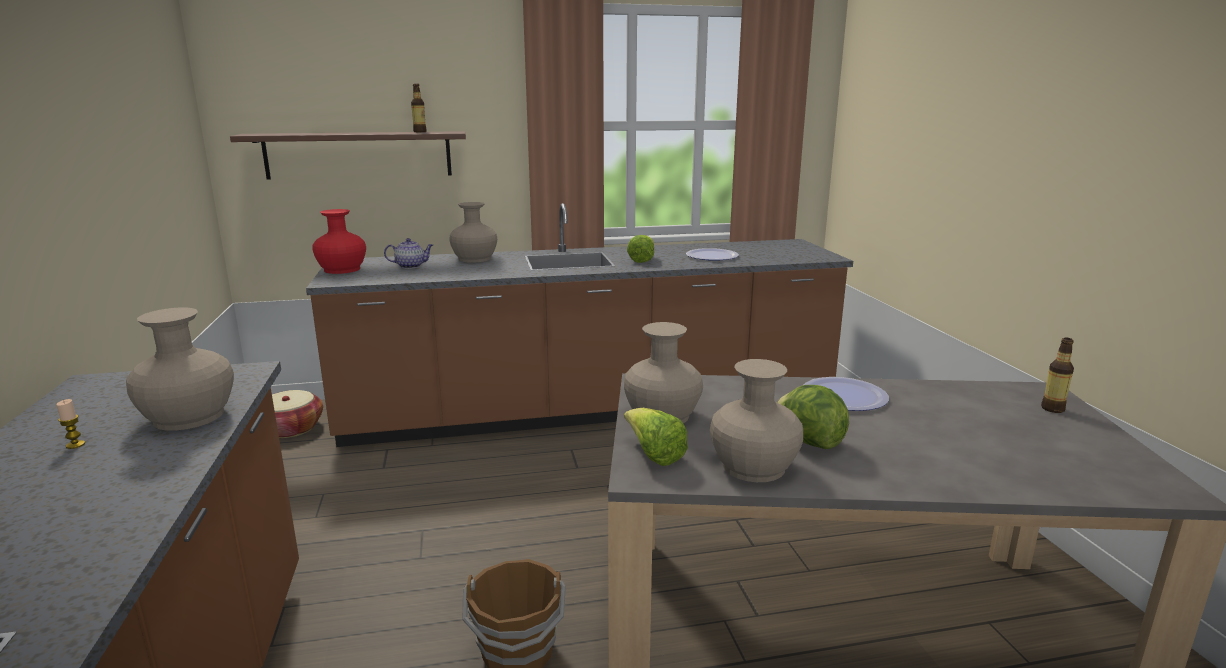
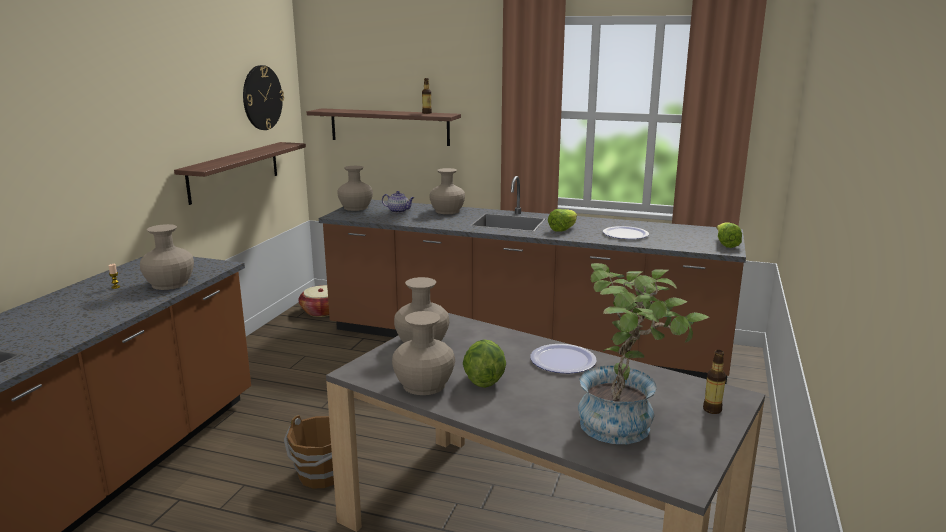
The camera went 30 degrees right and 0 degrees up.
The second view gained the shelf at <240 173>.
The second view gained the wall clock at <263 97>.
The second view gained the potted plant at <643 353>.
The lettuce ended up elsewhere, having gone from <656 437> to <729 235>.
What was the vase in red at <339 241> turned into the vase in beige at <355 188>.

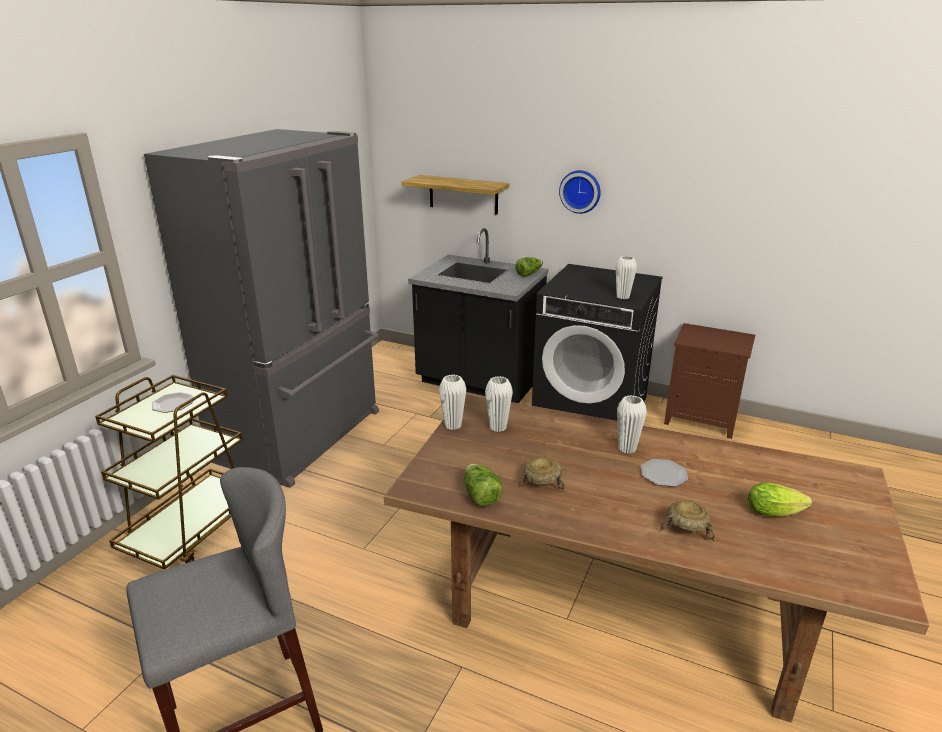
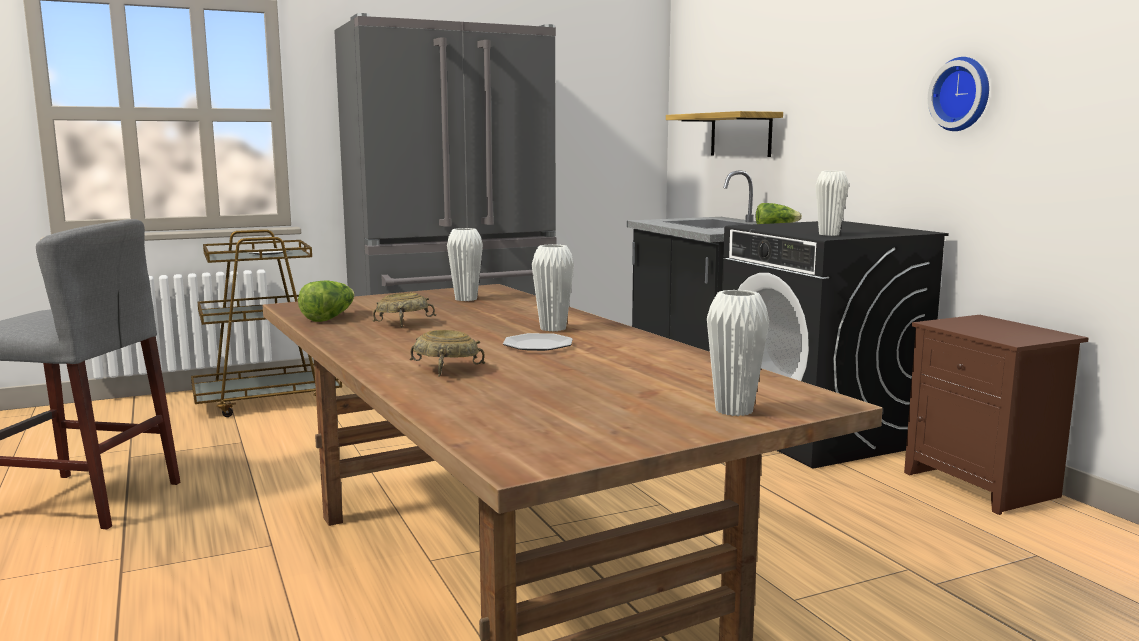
The camera went 40 degrees right and 15 degrees down.
The second view lost the lettuce at <780 499>.
The vase in white ended up elsewhere, having gone from <452 402> to <738 353>.
The wall clock ended up elsewhere, having gone from <580 192> to <958 94>.

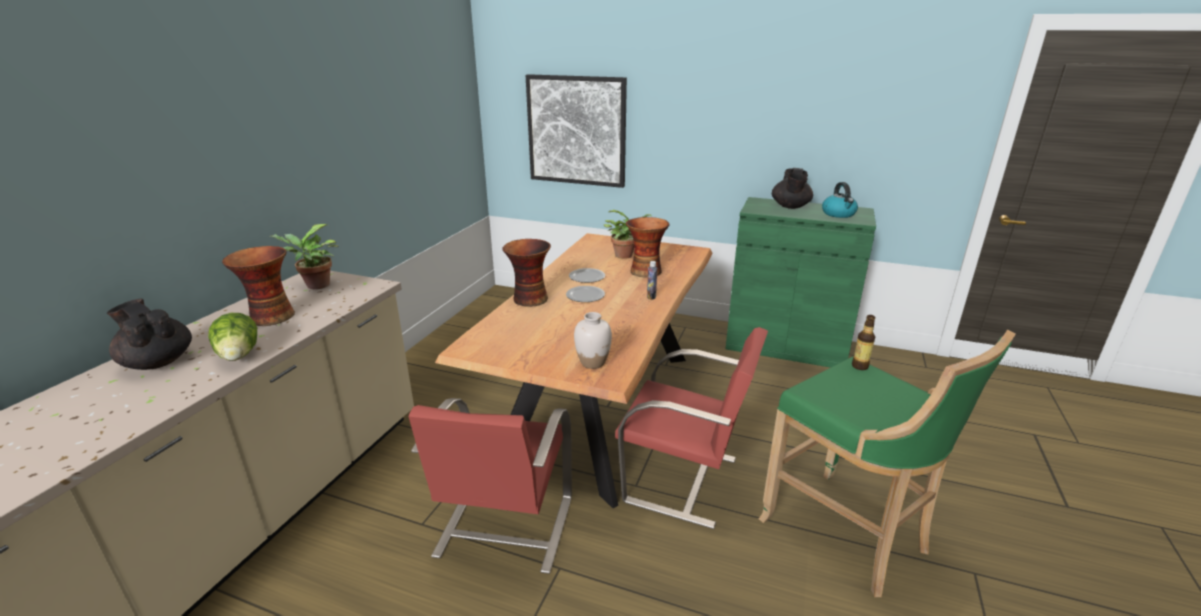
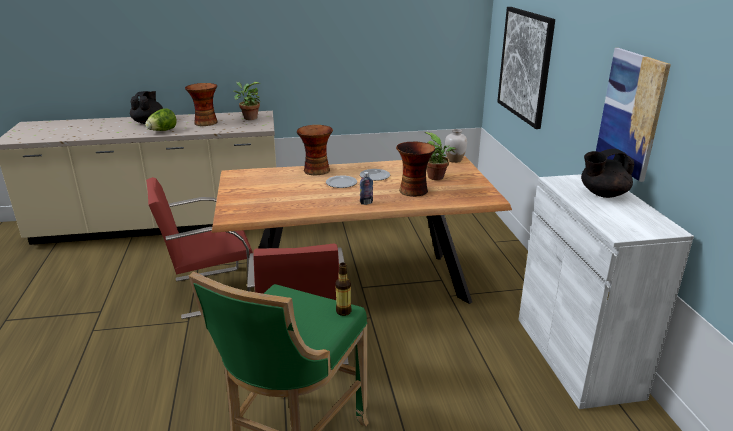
The camera went 60 degrees right and 0 degrees up.
The second view lost the kettle at <840 200>.
The second view gained the picture at <633 115>.
The vase in white ended up elsewhere, having gone from <593 340> to <456 146>.
What was the cabinet in green at <800 282> turned into the cabinet in white at <606 291>.

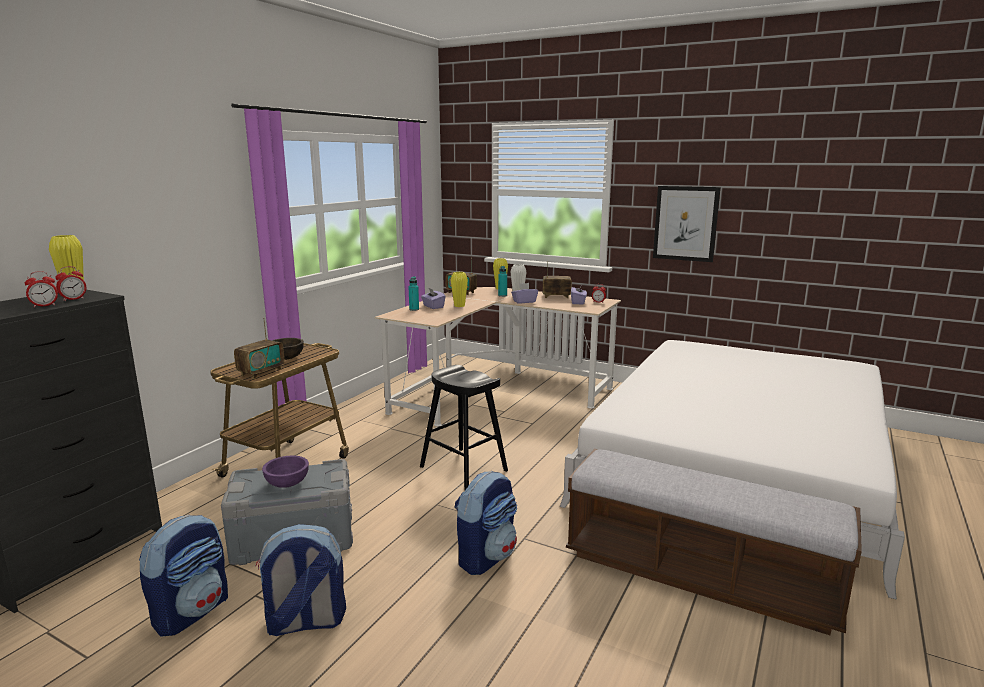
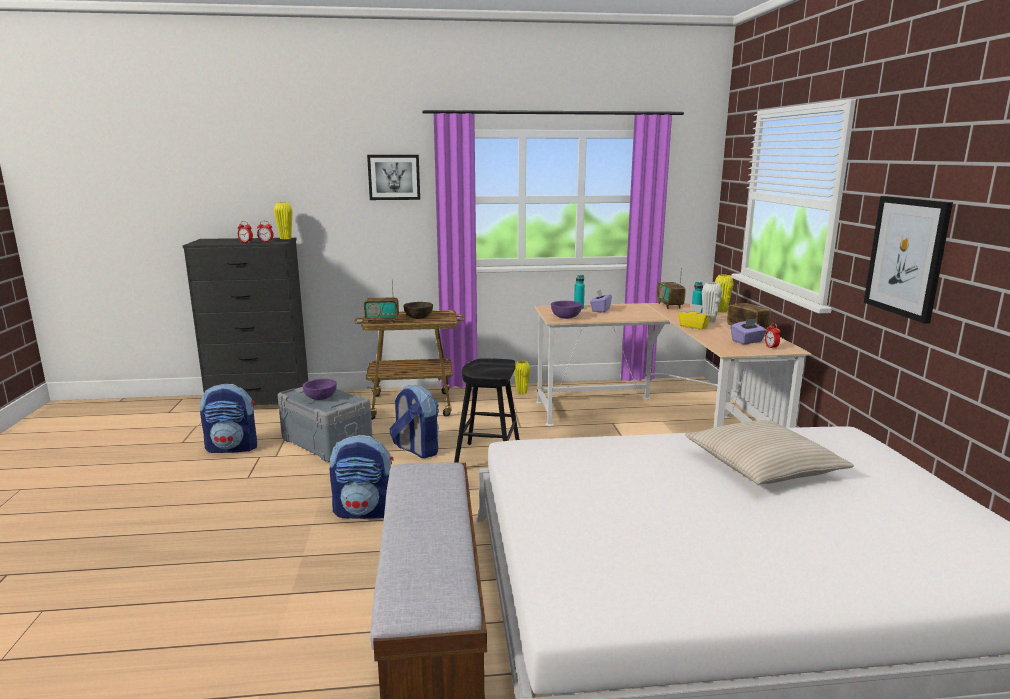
The camera went 55 degrees right and 0 degrees up.
The second view gained the picture at <393 177>.
The second view gained the bowl in purple at <566 310>.
The second view gained the pillow in beige at <769 452>.
The backpack ended up elsewhere, having gone from <300 580> to <414 421>.
The vase in yellow ended up elsewhere, having gone from <459 289> to <522 377>.
What was the tissue box in purple at <524 293> turned into the tissue box in yellow at <694 317>.

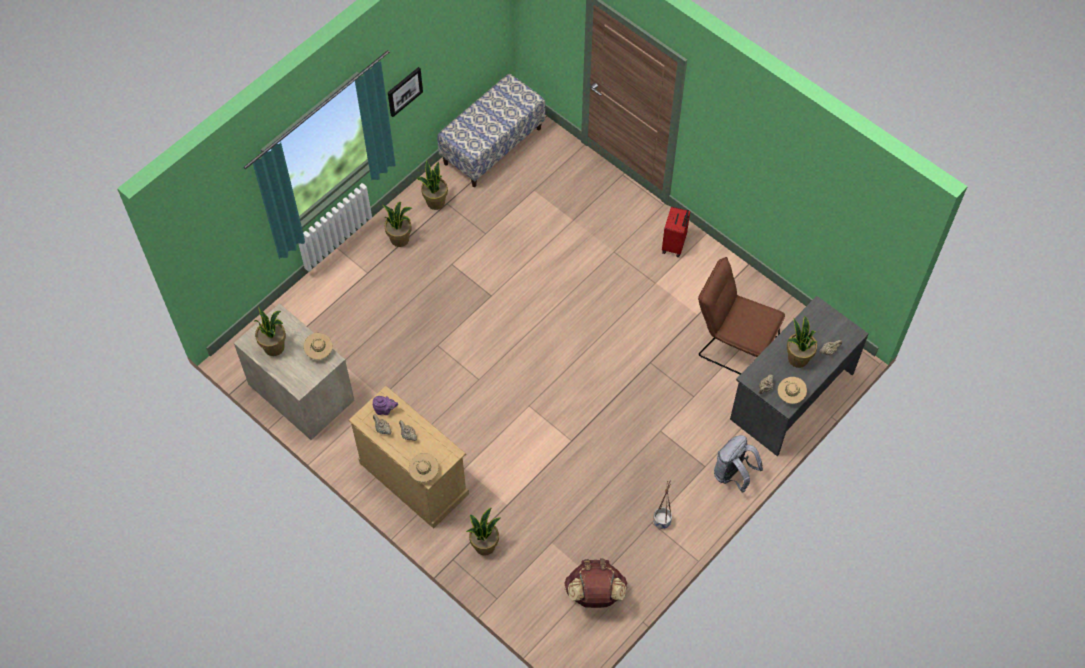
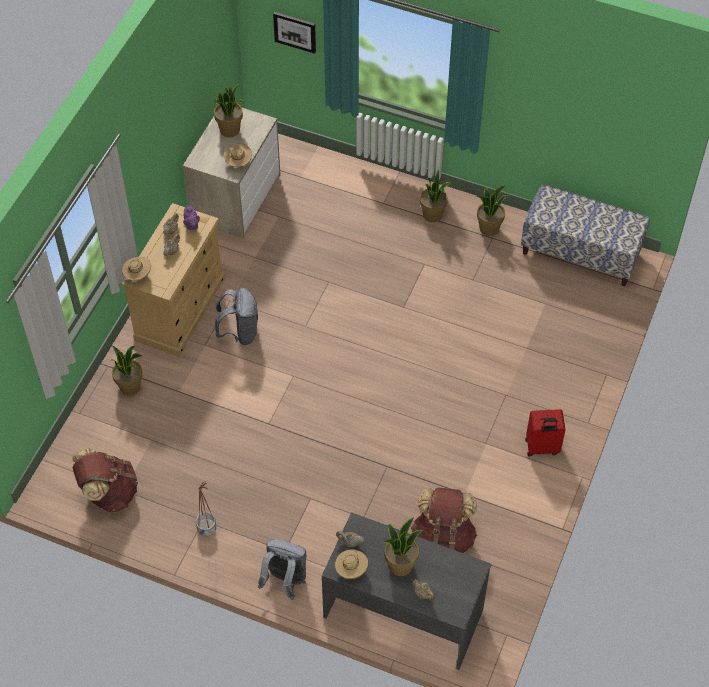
The camera went 70 degrees right and 5 degrees down.
The second view gained the backpack in grey at <236 316>.
The picture ended up elsewhere, having gone from <405 92> to <294 33>.
Where the chair in brown stood at <741 315>, the backpack in brown came to stand at <444 520>.

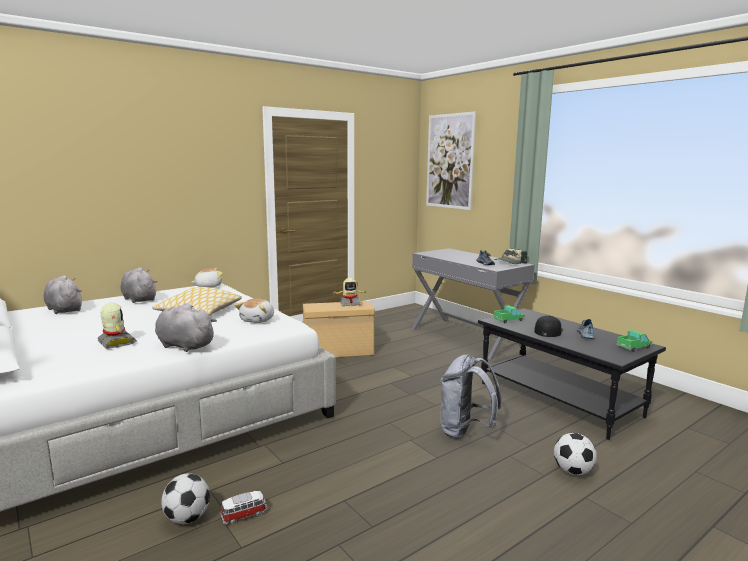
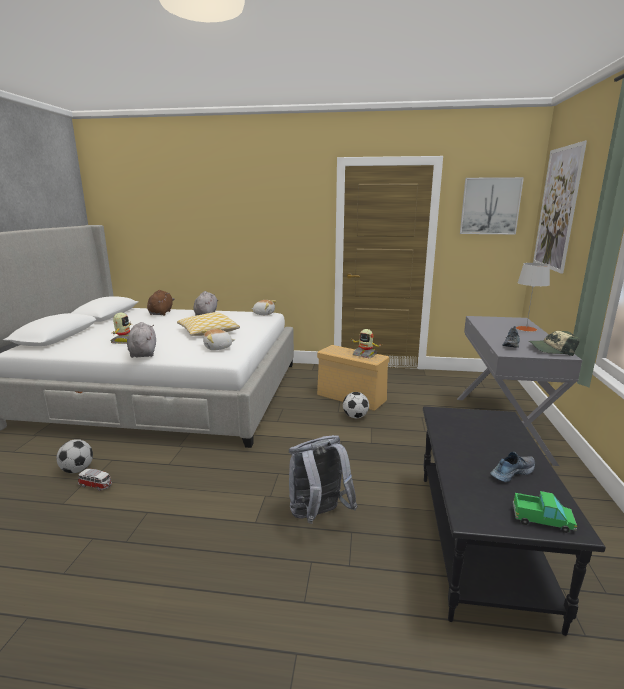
The camera went 45 degrees right and 5 degrees up.
The second view lost the toy truck at <509 314>.
The second view lost the cap in black at <548 326>.
The second view gained the picture at <492 205>.
The second view gained the table lamp in grey at <533 297>.
The football ended up elsewhere, having gone from <575 454> to <356 405>.
What was the plush toy in grey at <63 294> turned into the plush toy in brown at <160 303>.

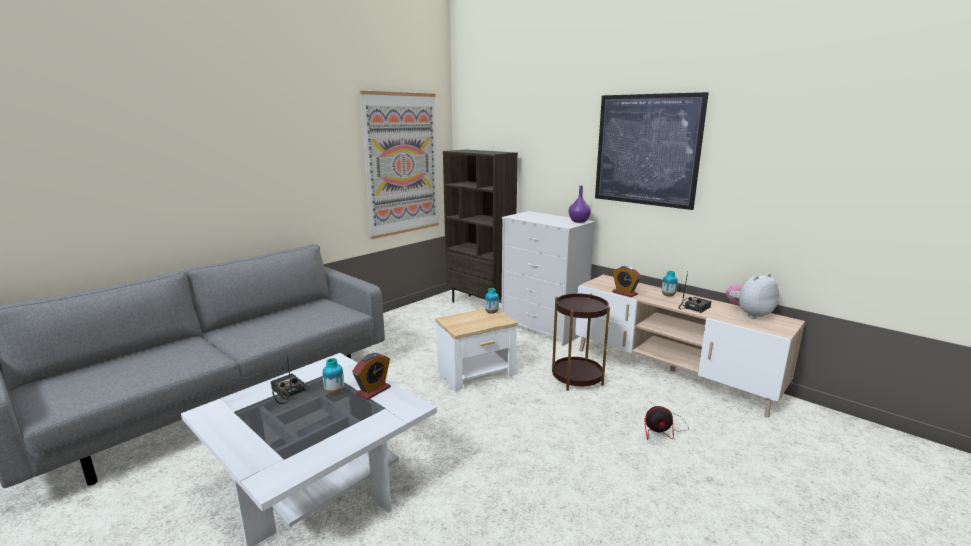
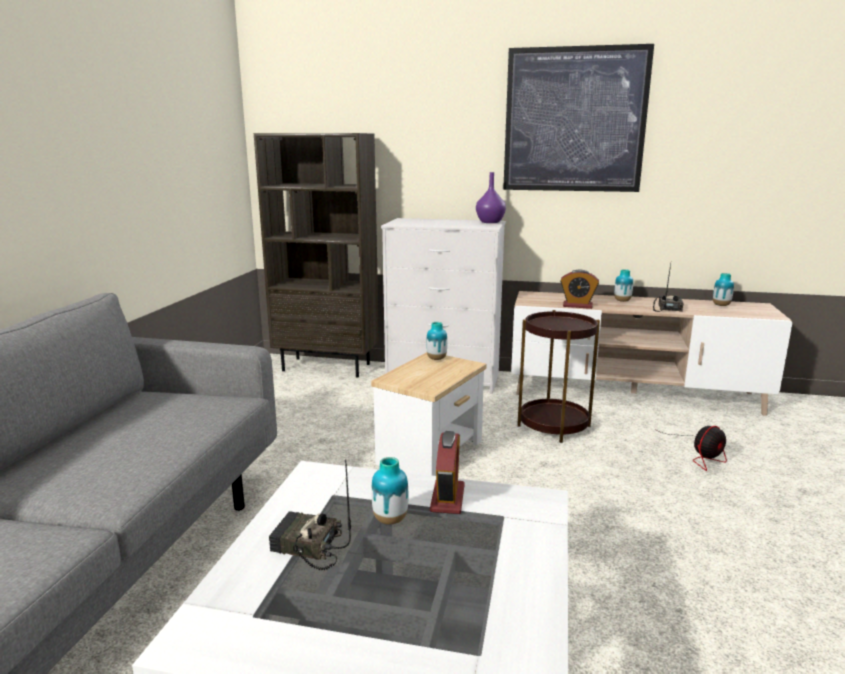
The camera went 30 degrees left and 0 degrees up.
The second view lost the picture at <399 165>.
Where the plush toy stood at <752 296>, the vase came to stand at <723 289>.

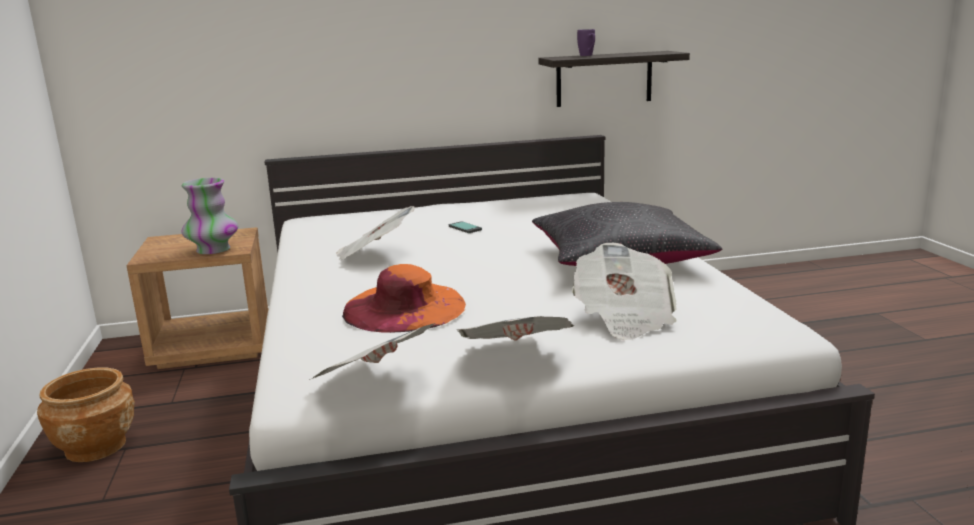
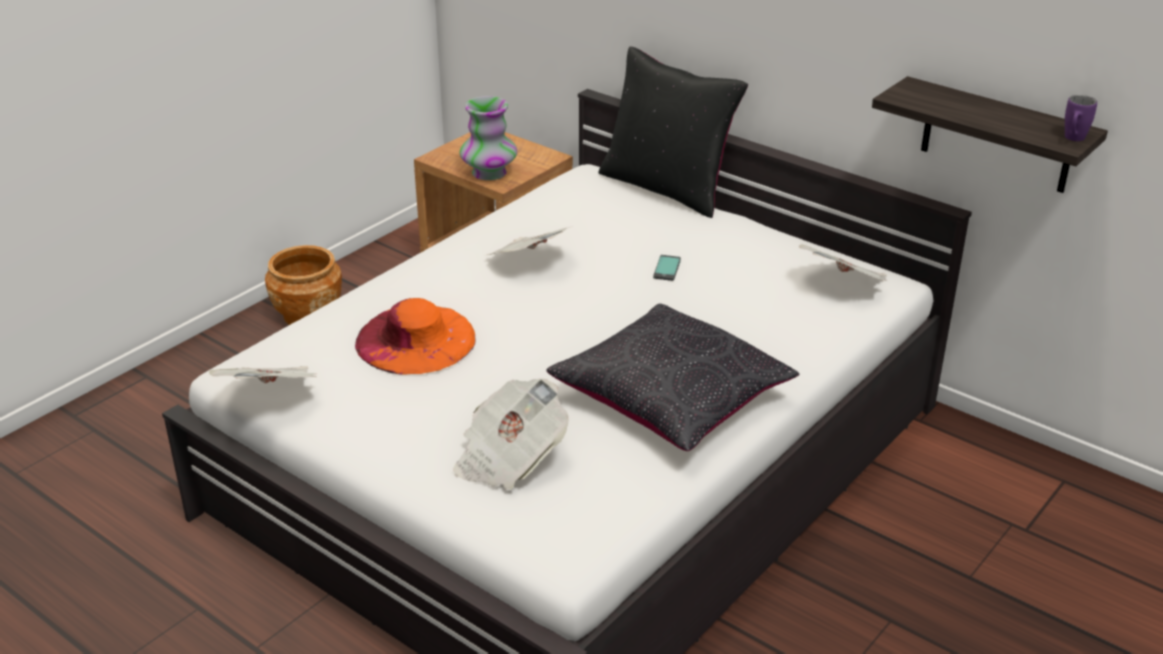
The camera went 50 degrees right and 15 degrees up.
The second view gained the pillow in black at <673 132>.
The newspaper ended up elsewhere, having gone from <515 328> to <843 263>.
The mug in purple ended up elsewhere, having gone from <586 42> to <1081 118>.

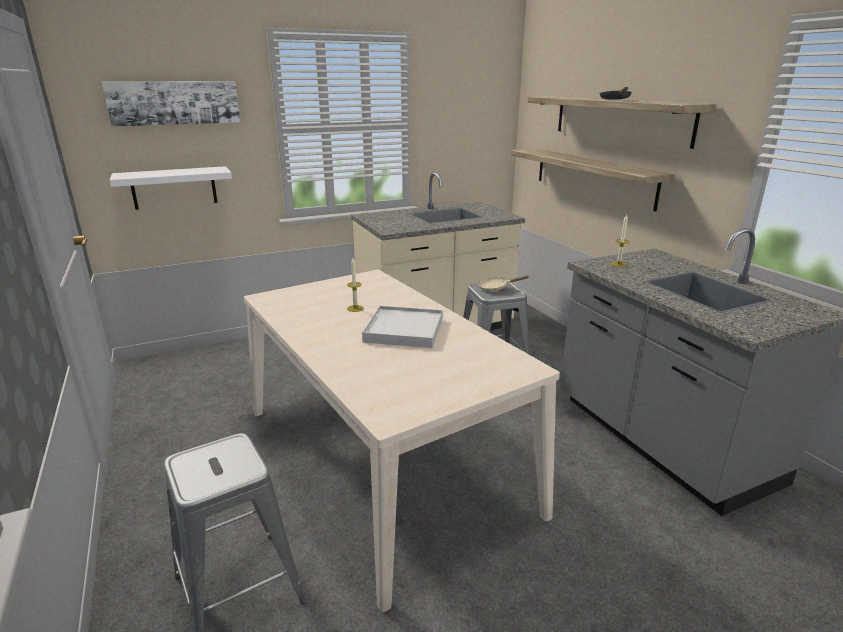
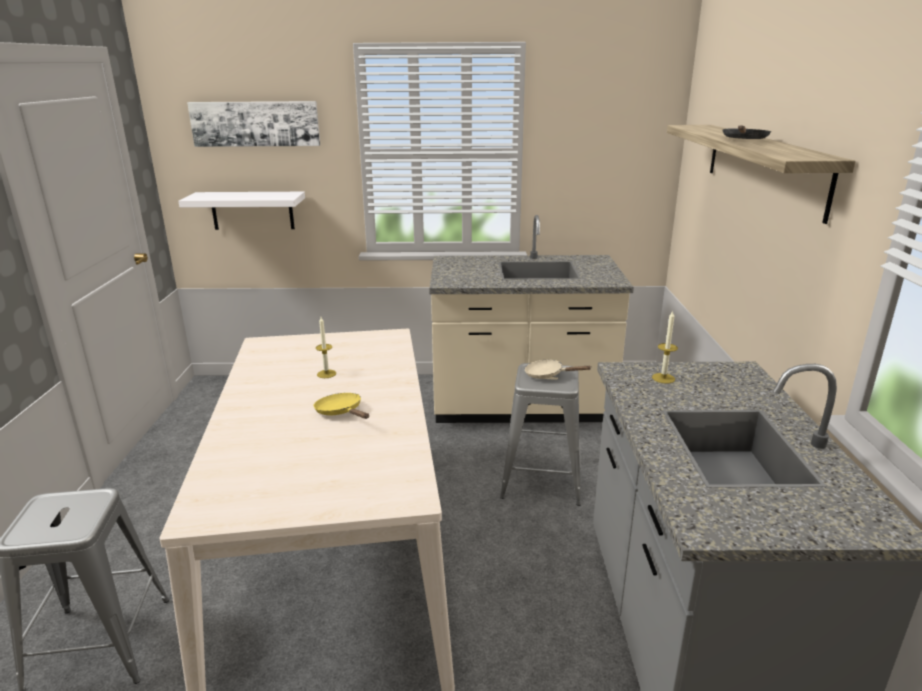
The camera went 25 degrees right and 0 degrees up.
The second view lost the shelf at <592 179>.
Where the tray in white stood at <402 327>, the frying pan in yellow came to stand at <341 406>.

